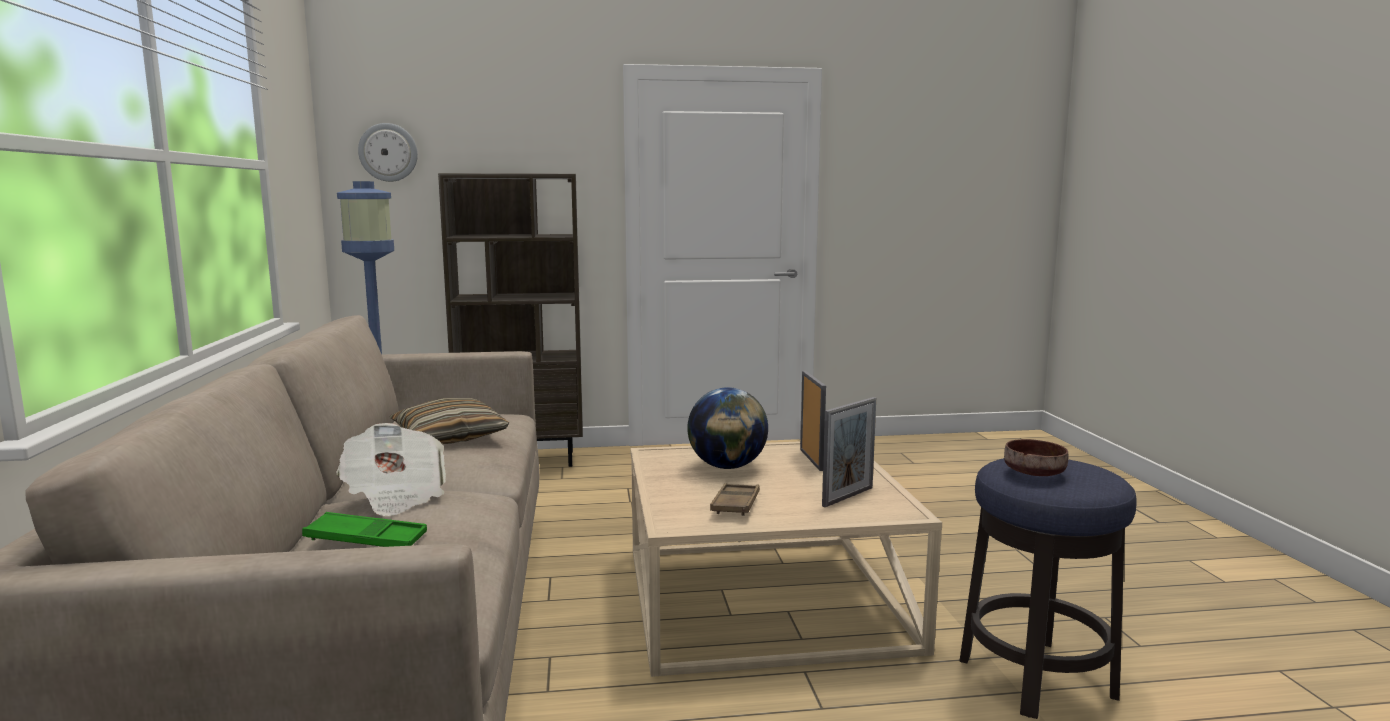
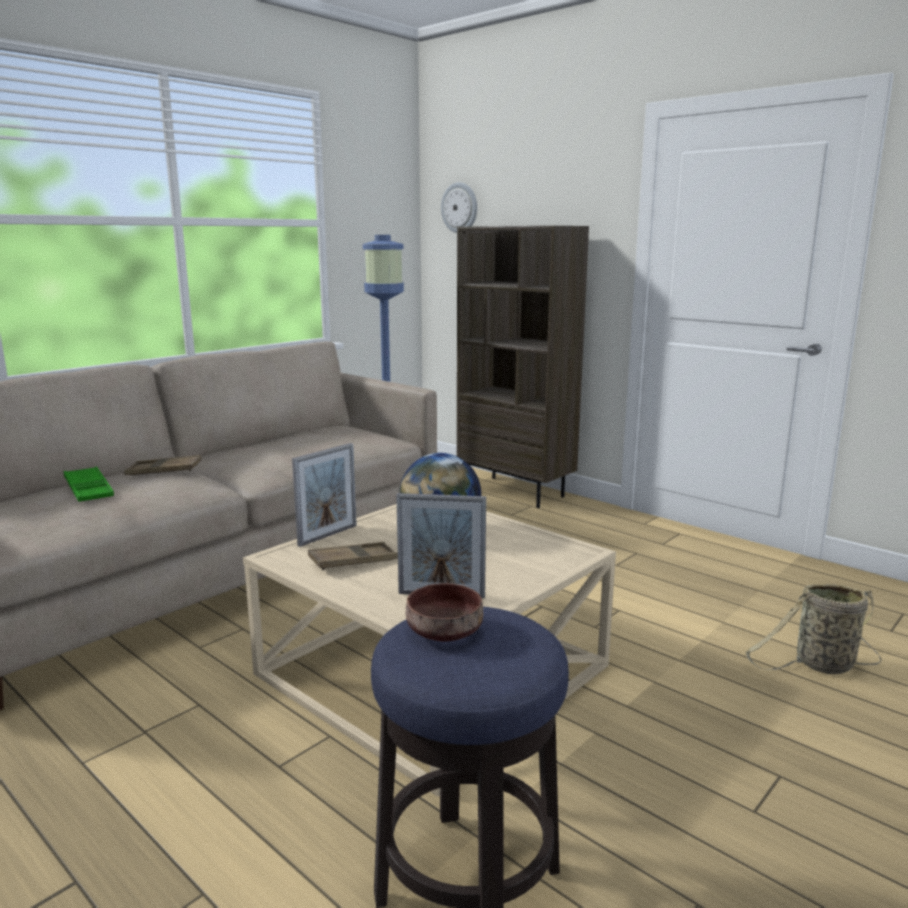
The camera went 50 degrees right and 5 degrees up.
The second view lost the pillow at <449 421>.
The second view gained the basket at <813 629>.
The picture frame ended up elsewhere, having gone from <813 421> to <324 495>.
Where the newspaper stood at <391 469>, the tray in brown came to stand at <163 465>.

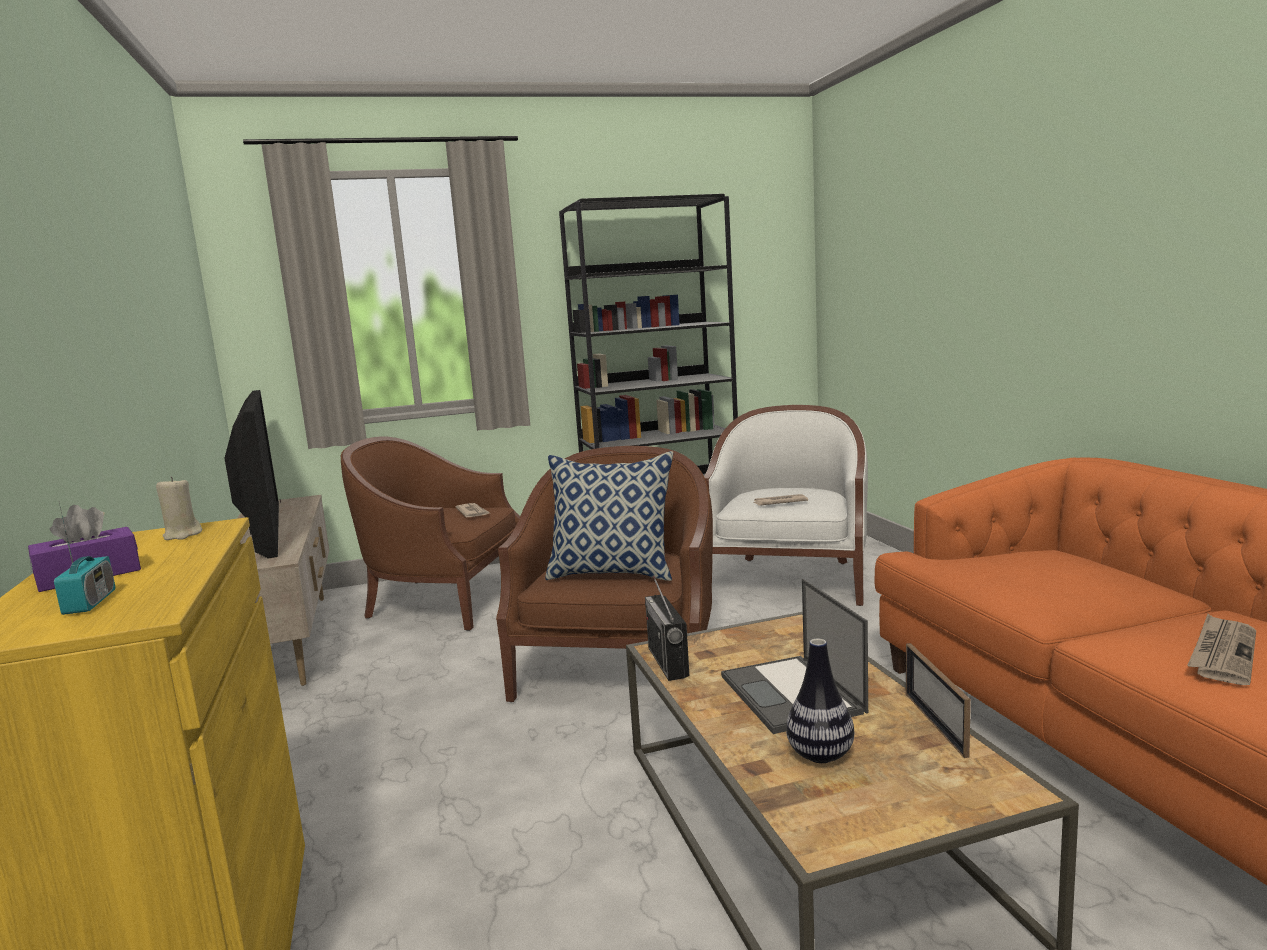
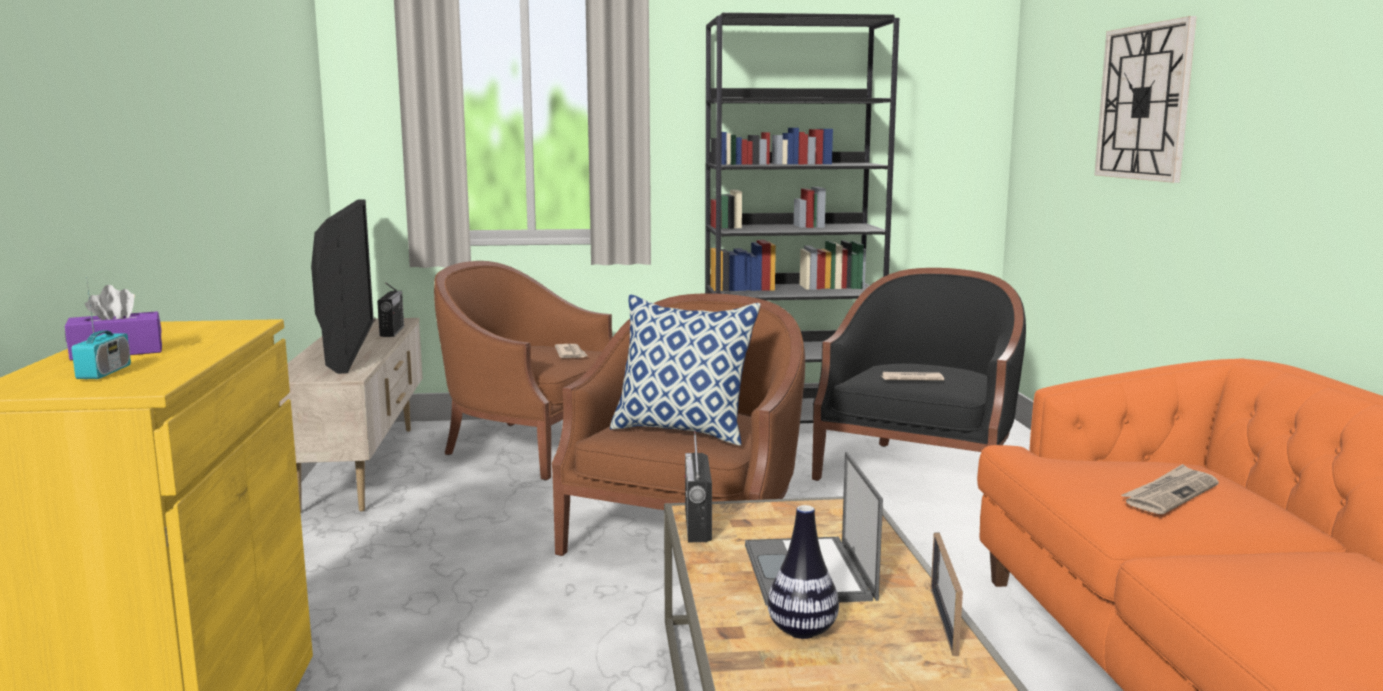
The camera went 10 degrees right and 0 degrees up.
The second view lost the candle in beige at <179 508>.
The second view gained the radio at <390 309>.
The second view gained the wall clock at <1146 99>.
The newspaper ended up elsewhere, having gone from <1221 649> to <1170 489>.
What was the armchair in white at <786 505> turned into the armchair in black at <919 374>.

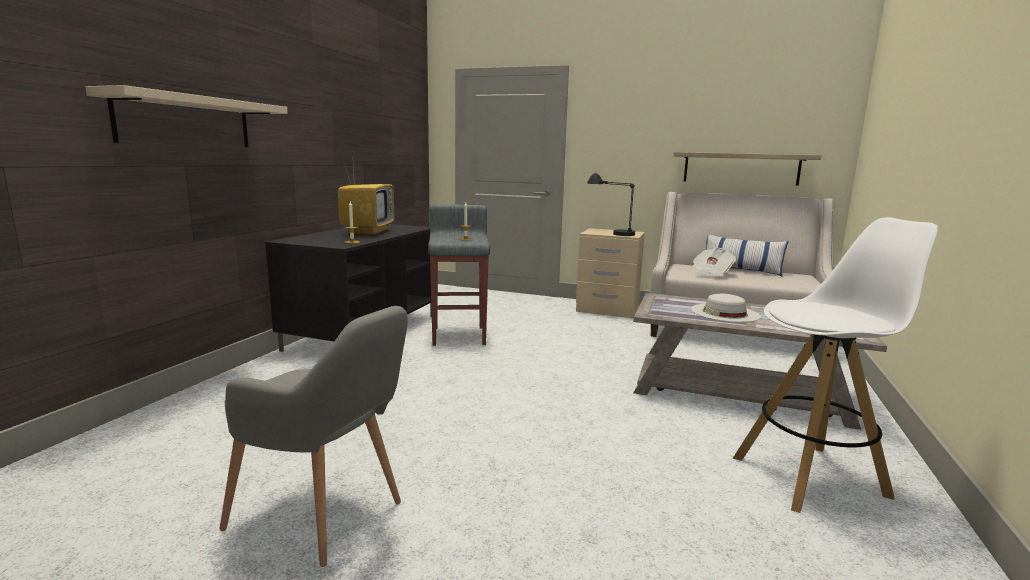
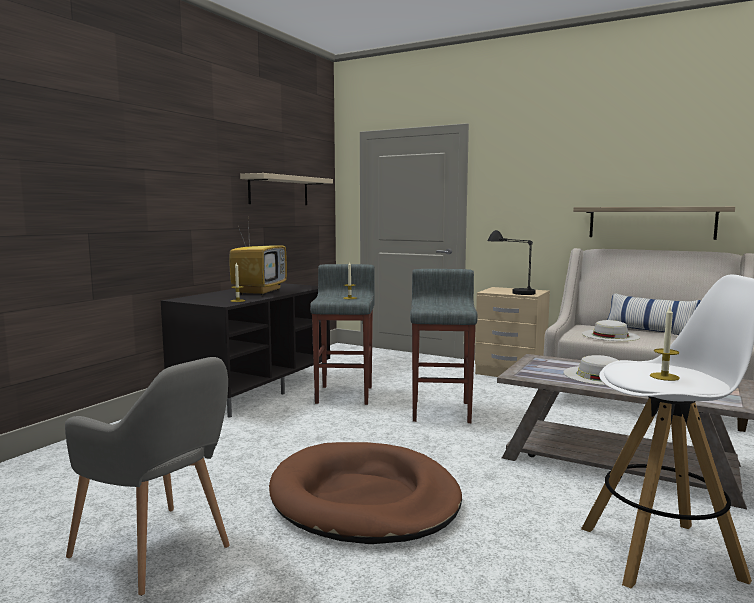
The camera went 10 degrees right and 5 degrees down.
The second view gained the dog bed in brown at <365 493>.
The second view gained the stool in grey at <444 346>.
The second view gained the candle at <665 344>.
The shelf in beige ended up elsewhere, having gone from <186 116> to <286 189>.
Where the newspaper stood at <714 262>, the hat in white came to stand at <611 330>.

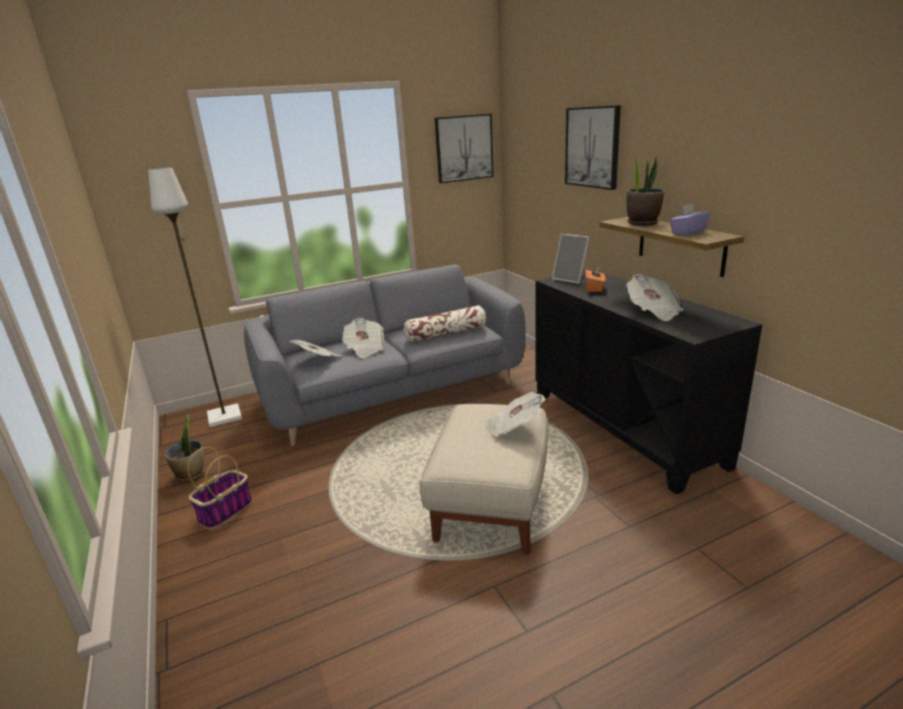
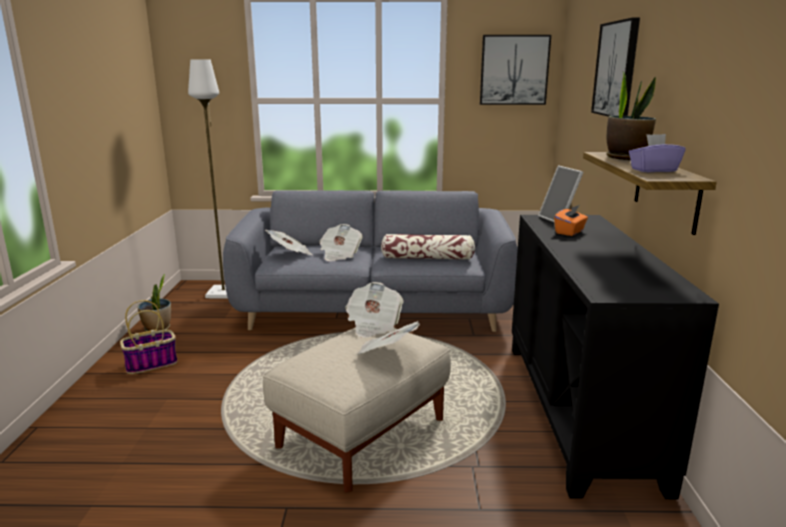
The camera went 25 degrees right and 5 degrees down.
The newspaper ended up elsewhere, having gone from <655 297> to <374 310>.

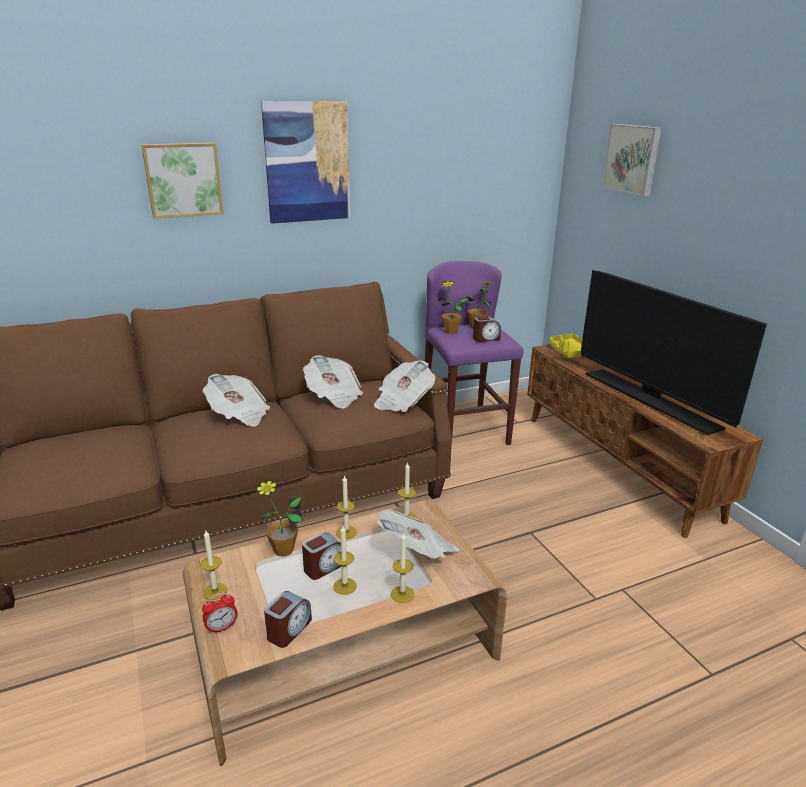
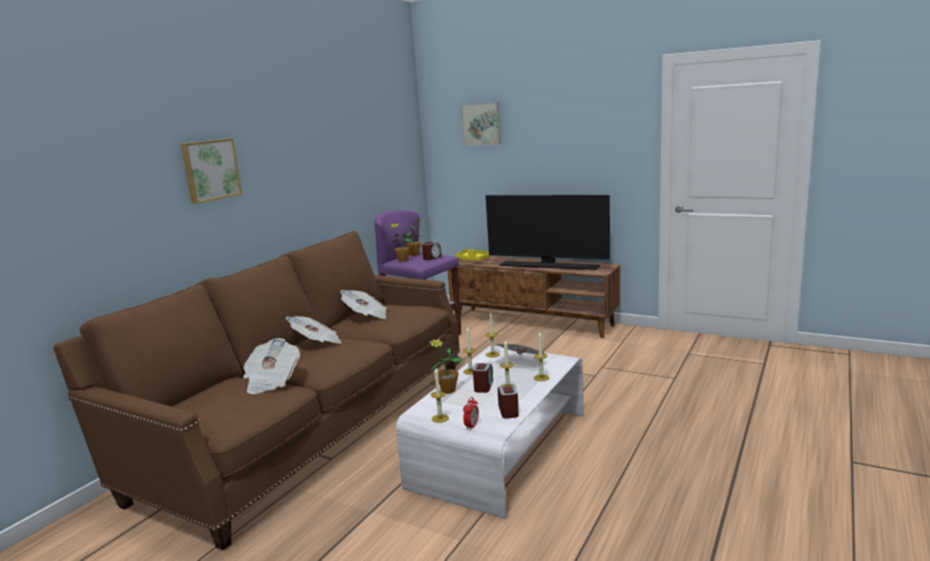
The camera went 35 degrees left and 10 degrees down.
The second view lost the picture at <305 162>.
The newspaper ended up elsewhere, having gone from <404 386> to <271 366>.
What was the coffee table in brown at <345 633> turned into the coffee table in white at <490 432>.

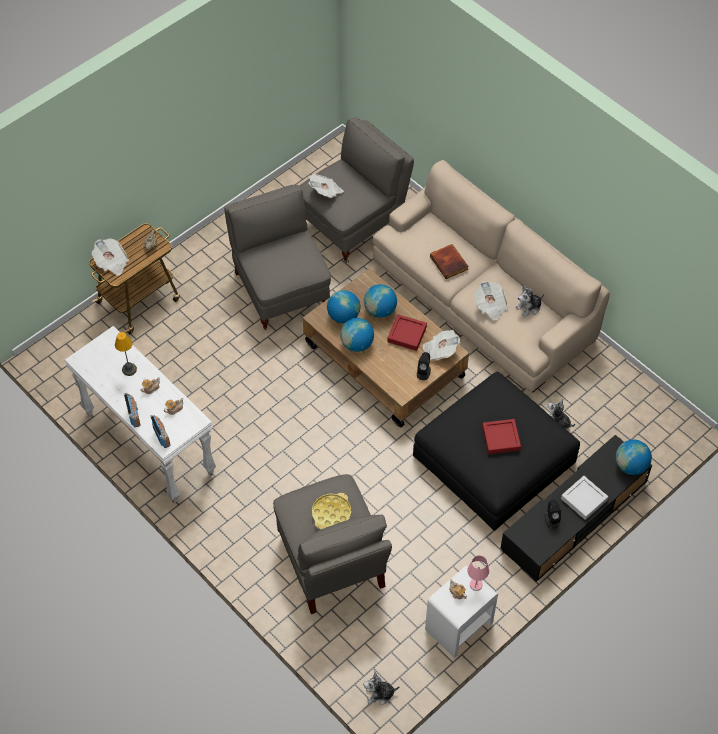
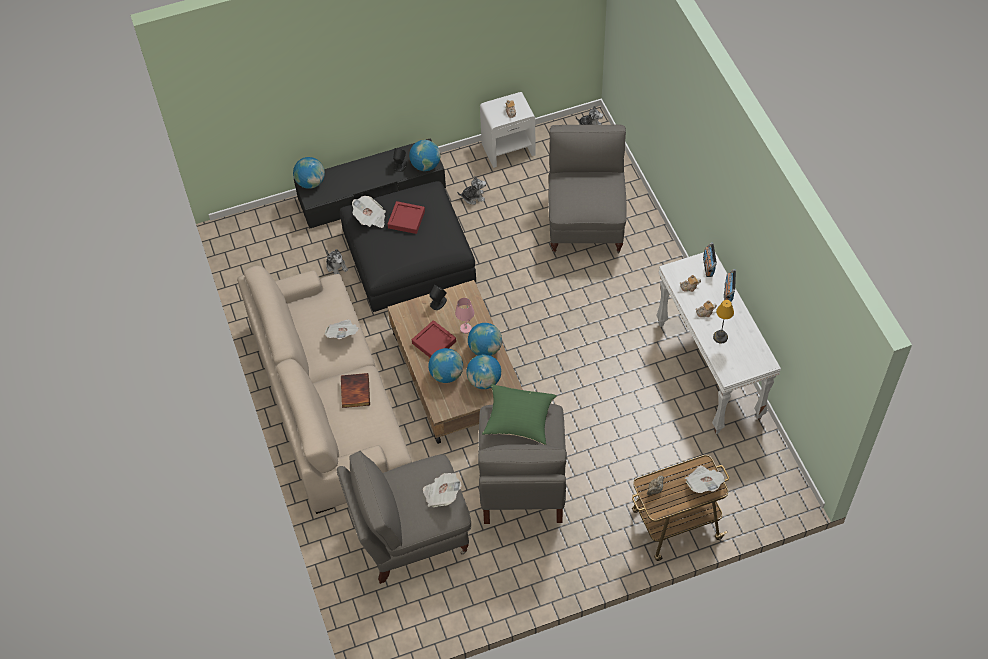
The camera went 155 degrees left and 0 degrees up.
The second view lost the tray in yellow at <331 511>.
The second view lost the tray in grey at <584 498>.
The second view gained the globe at <425 155>.
The second view gained the pillow in green at <519 414>.
The newspaper ended up elsewhere, having gone from <441 345> to <369 212>.
The table lamp in pink ended up elsewhere, having gone from <478 573> to <464 316>.
The plush toy ended up elsewhere, having gone from <530 301> to <471 190>.

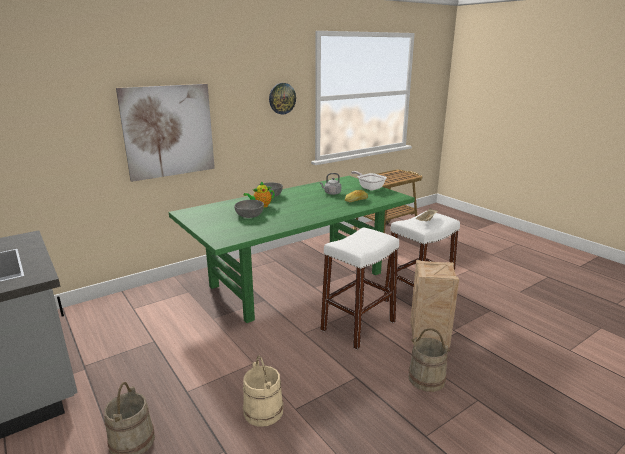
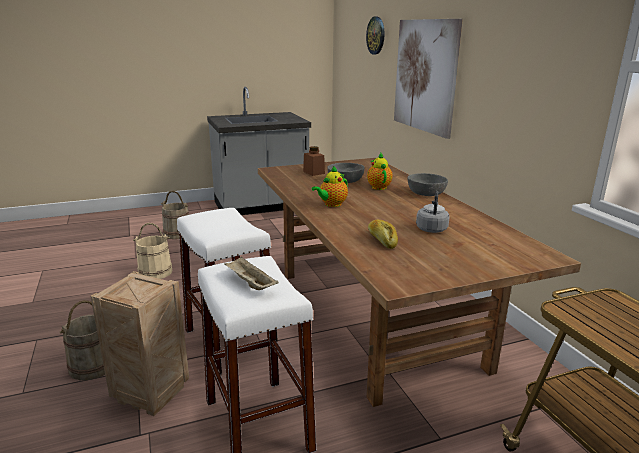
The camera went 105 degrees right and 0 degrees up.
The second view lost the frying pan at <369 181>.
The second view gained the jar in brown at <314 161>.
The second view gained the teapot at <330 186>.
The wall clock ended up elsewhere, having gone from <282 99> to <375 35>.
What was the dining table in green at <292 249> turned into the dining table in brown at <419 282>.

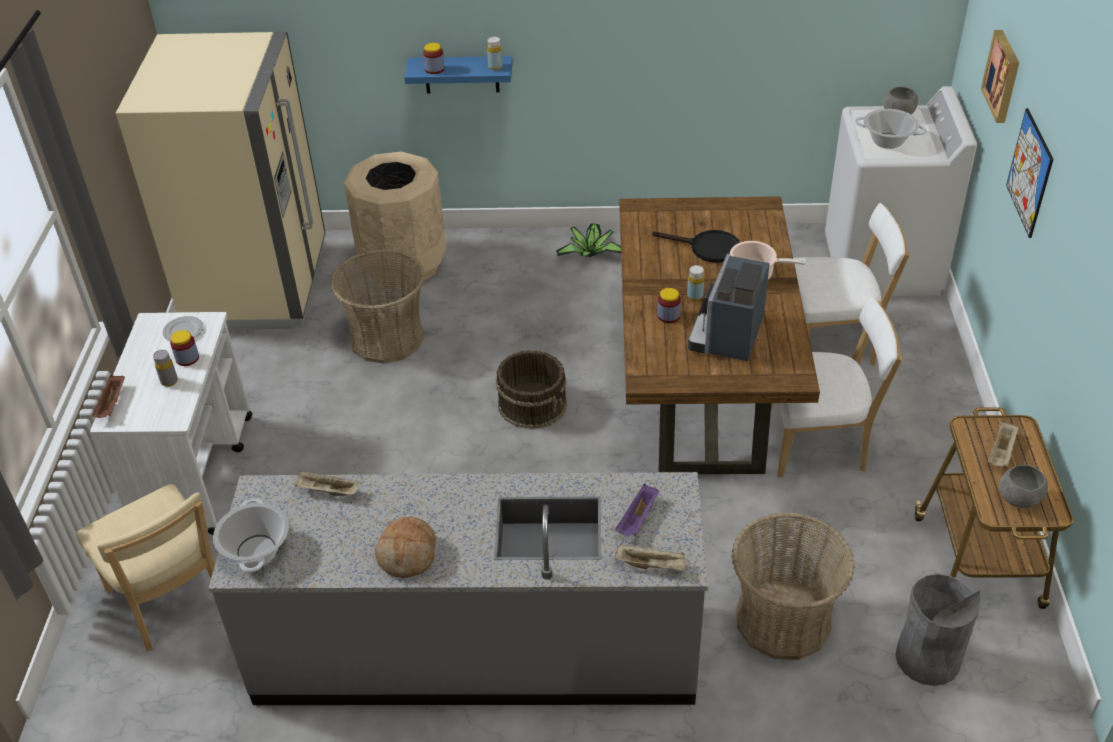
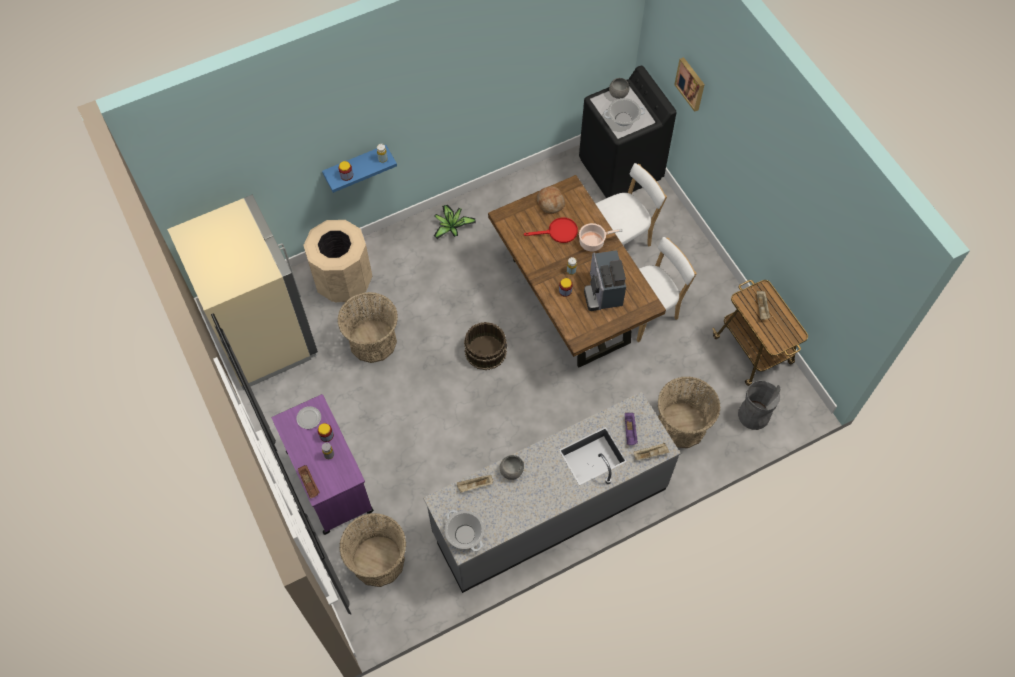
The camera went 30 degrees left and 20 degrees up.
The second view lost the picture at <1029 173>.
The bread ended up elsewhere, having gone from <405 547> to <551 200>.
The bowl in grey ended up elsewhere, having gone from <1024 486> to <512 467>.
Where the chair in beige stood at <145 567>, the basket came to stand at <372 550>.
What was the cart in white at <171 423> turned into the cart in purple at <323 464>.
What was the frying pan in black at <696 246> turned into the frying pan in red at <551 230>.
What was the washing machine in white at <901 191> turned into the washing machine in black at <628 131>.

